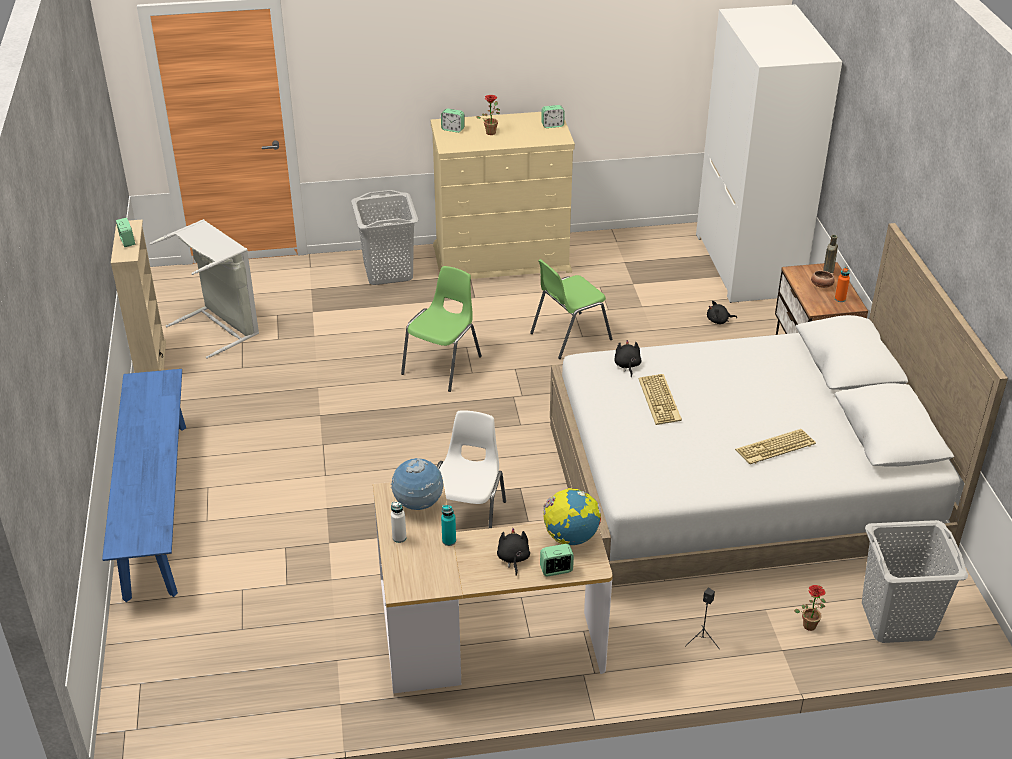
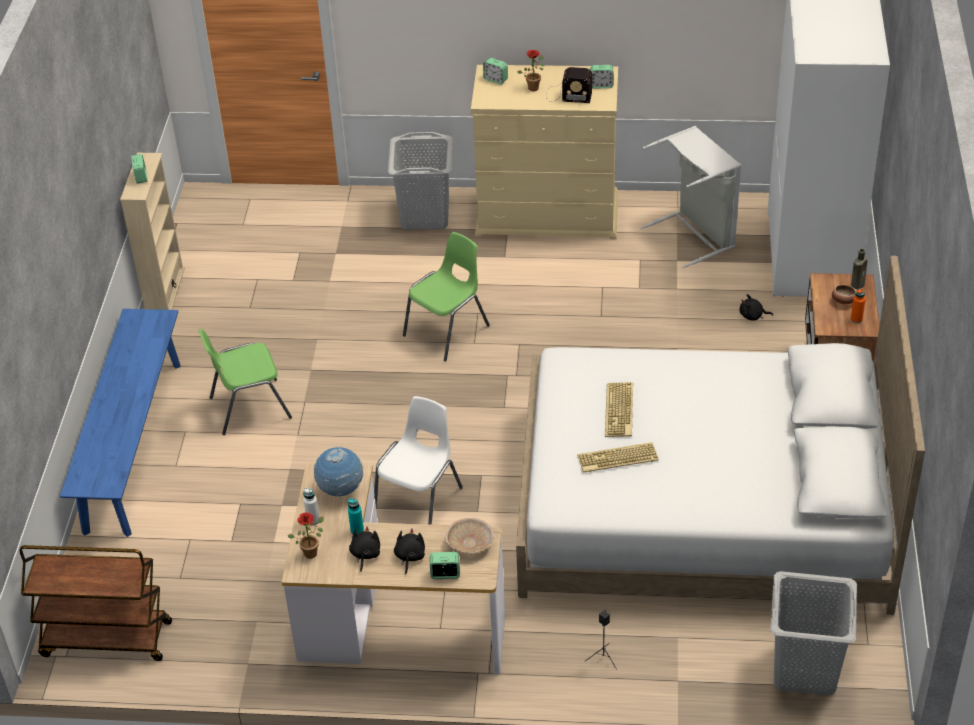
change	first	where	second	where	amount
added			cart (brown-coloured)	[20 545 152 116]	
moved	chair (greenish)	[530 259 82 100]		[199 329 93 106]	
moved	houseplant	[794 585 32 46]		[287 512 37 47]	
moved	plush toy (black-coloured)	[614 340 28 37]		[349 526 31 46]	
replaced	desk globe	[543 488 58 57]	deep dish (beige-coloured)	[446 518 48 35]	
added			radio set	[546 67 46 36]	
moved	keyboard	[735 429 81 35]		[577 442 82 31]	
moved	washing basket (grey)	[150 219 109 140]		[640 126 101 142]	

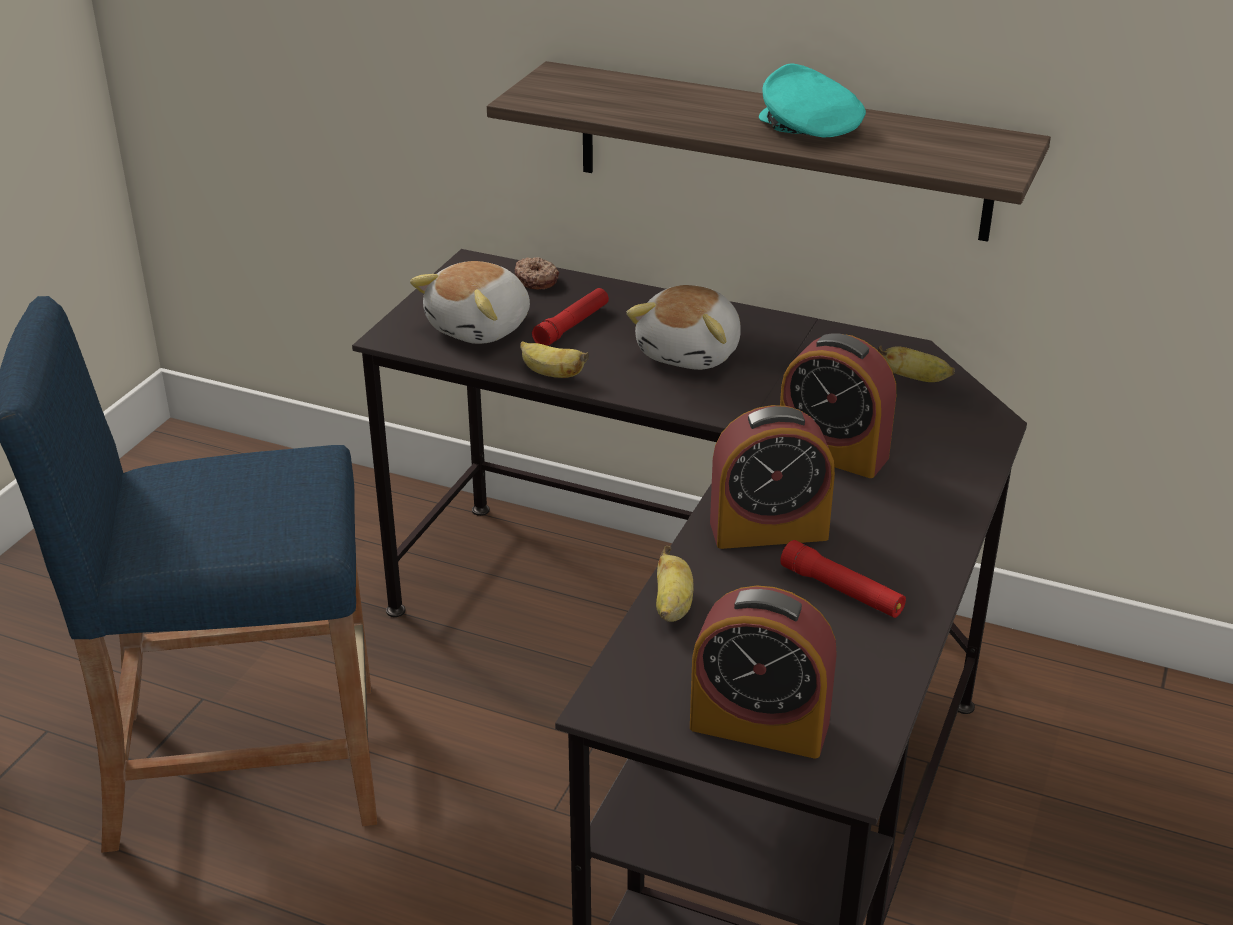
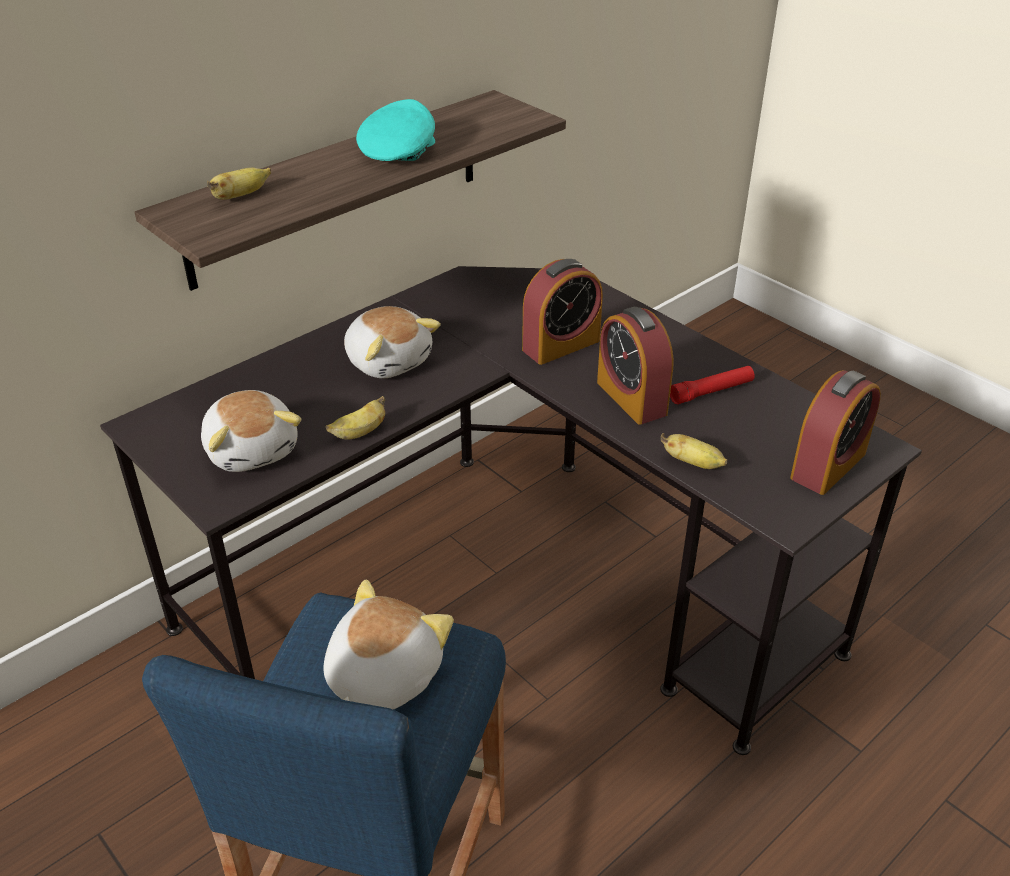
change	first	where	second	where	amount
moved	whole banana	[878 346 77 36]		[207 168 64 32]	
added			plush toy	[323 580 131 129]	
turned	cap (turquoise)	[759 64 107 73]		[356 99 79 62]	120 degrees clockwise
turned	alarm clock	[710 405 125 144]		[597 307 77 118]	135 degrees clockwise
removed	doughnut	[515 257 44 32]			
removed	hand torch (red-coloured)	[531 288 78 58]			

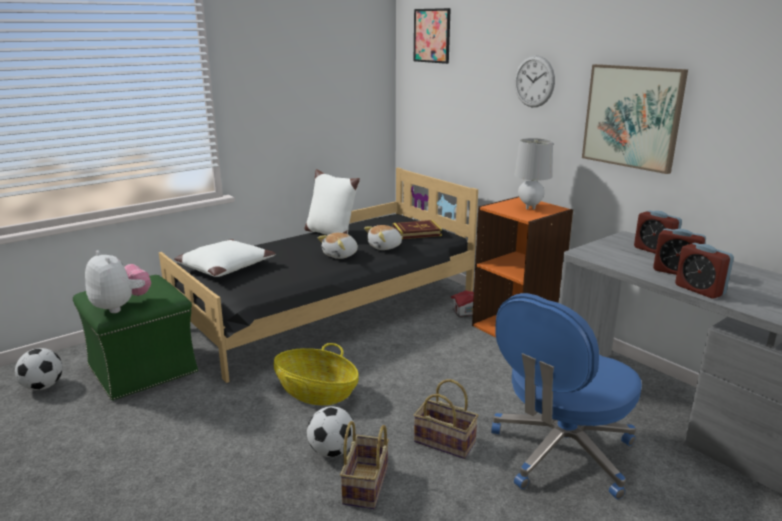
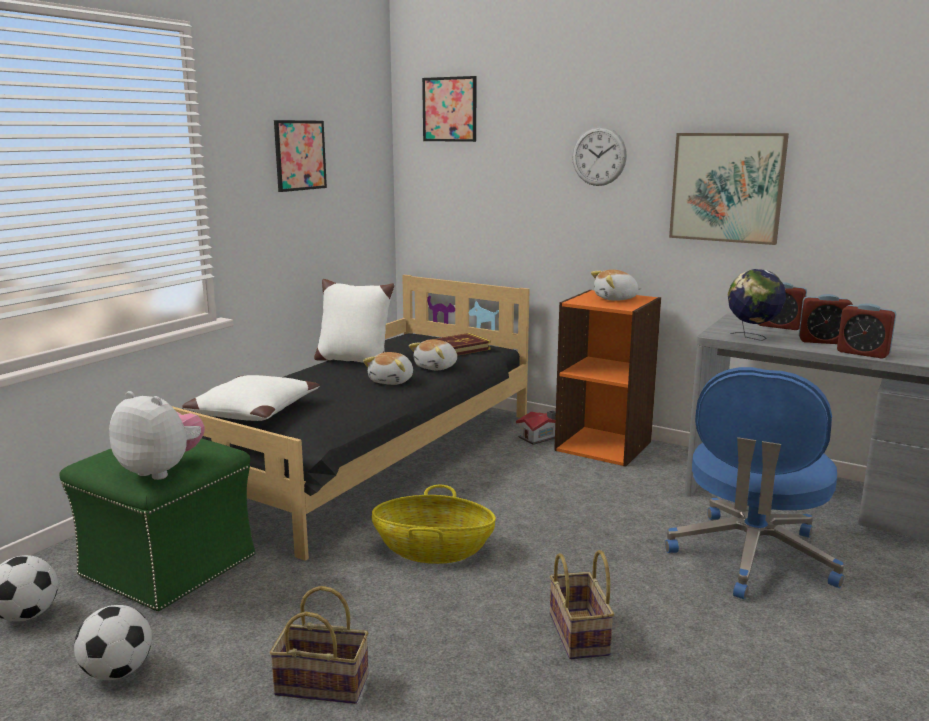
change	first	where	second	where	amount
moved	ball for football	[307 406 49 51]		[74 605 78 75]	
moved	household basket	[414 379 64 80]		[270 586 98 118]	
added			picture	[274 120 53 72]	
replaced	lamp for a table (grey)	[514 138 39 72]	plush toy	[591 270 51 31]	
added			desk globe	[728 269 58 72]	

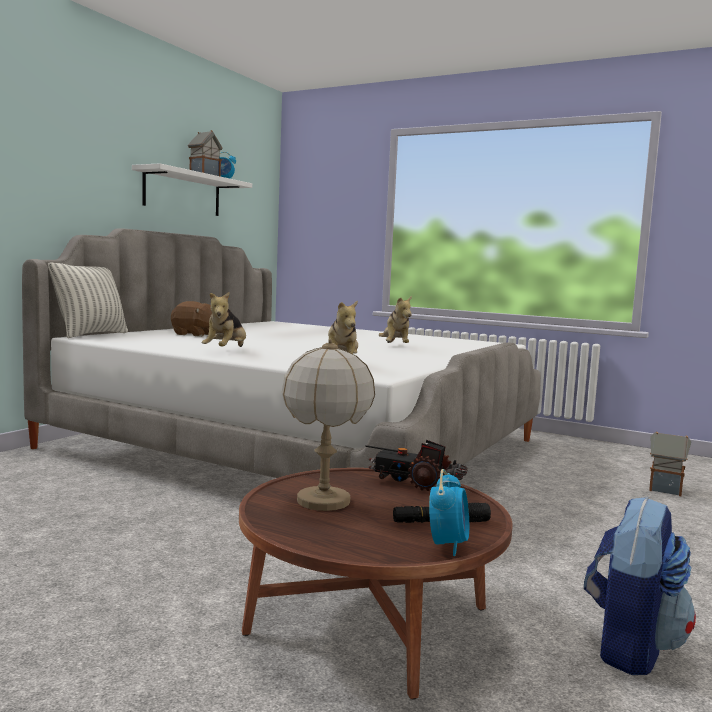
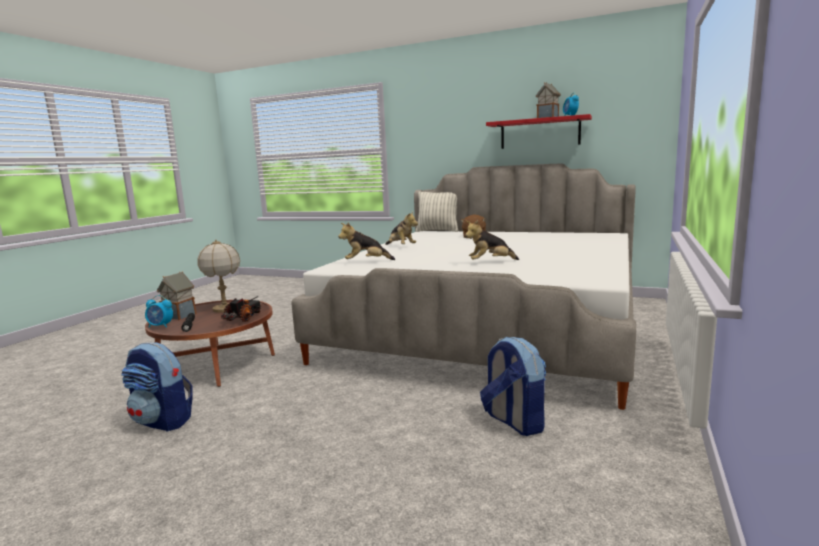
change	first	where	second	where	amount
moved	model house	[649 431 42 66]		[157 271 40 49]	
turned	plush toy	[202 292 44 55]		[385 212 33 33]	135 degrees counterclockwise
added			backpack	[480 336 66 100]	
recoloured	bracket shelf (whitish)	[132 163 120 53]	bracket shelf (red-coloured)	[486 114 106 35]	

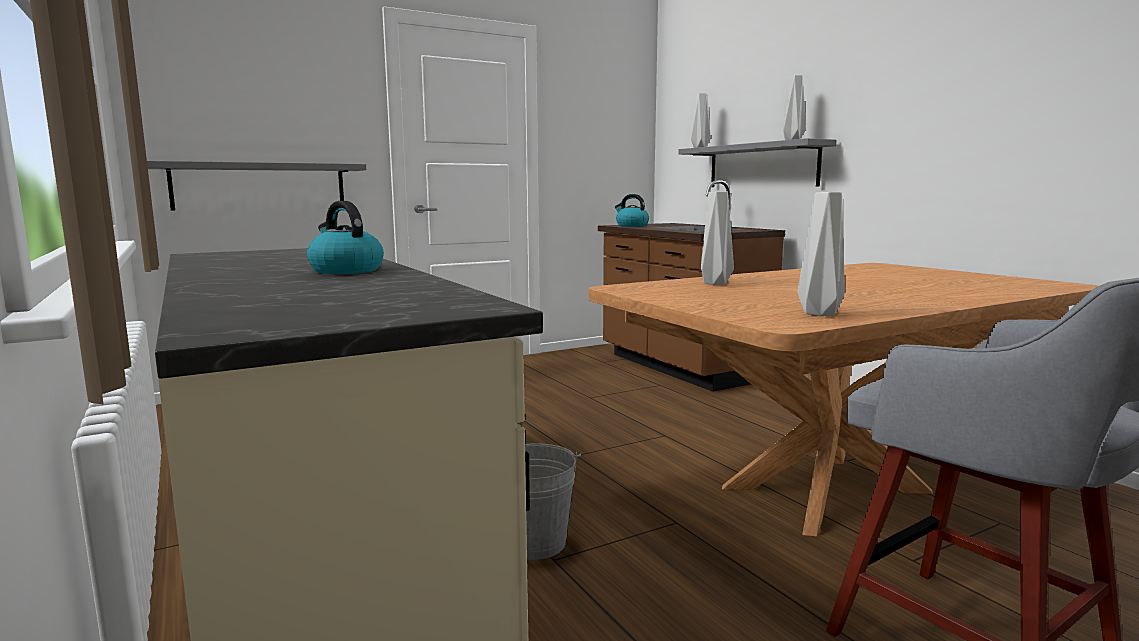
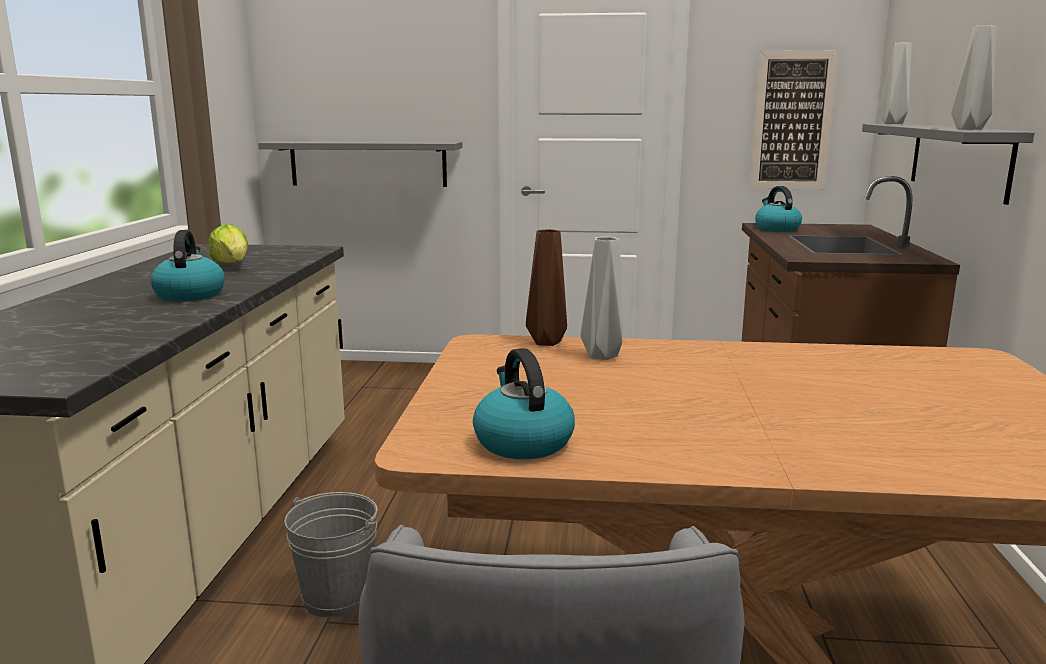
change	first	where	second	where	amount
added			head of lettuce	[209 224 39 39]	
replaced	vase (grey)	[798 192 47 124]	kettle	[473 348 102 111]	
added			vase (brown-coloured)	[526 229 41 117]	
added			picture	[749 50 90 139]	

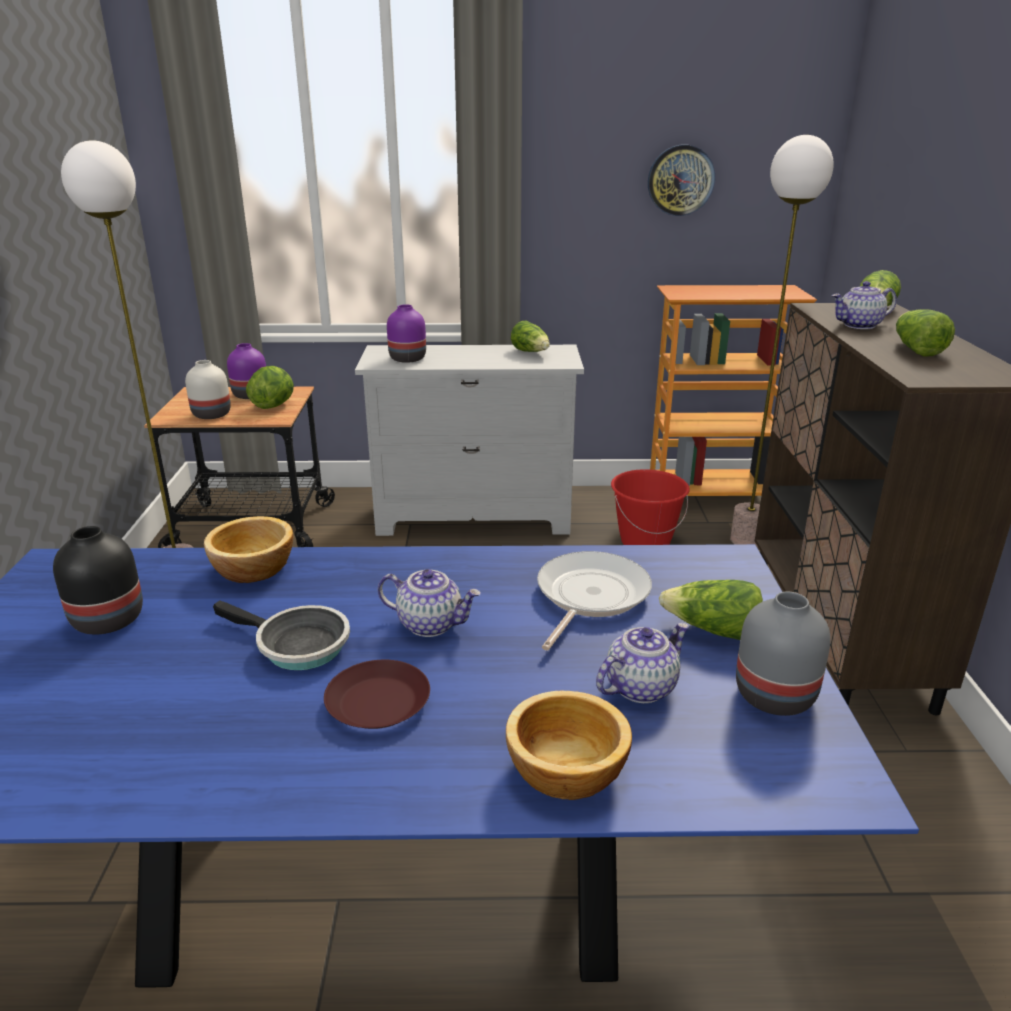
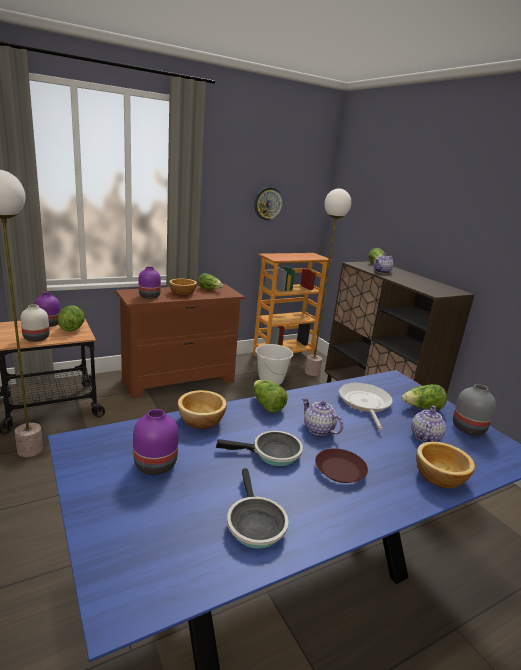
change	first	where	second	where	amount
recoloured	dresser (whitish)	[355 345 229 191]	dresser (brown-coloured)	[116 284 129 115]	
recoloured	vase (black-coloured)	[53 526 90 109]	vase (purple)	[133 409 45 66]	
added			deep dish	[169 278 28 18]	
added			pan	[227 468 61 81]	
moved	head of lettuce	[896 309 59 48]		[254 380 34 33]	
recoloured	bucket (red-coloured)	[611 469 79 76]	bucket (whitish)	[255 344 39 41]	
turned	tea pot	[378 569 103 68]		[302 397 41 39]	120 degrees counterclockwise

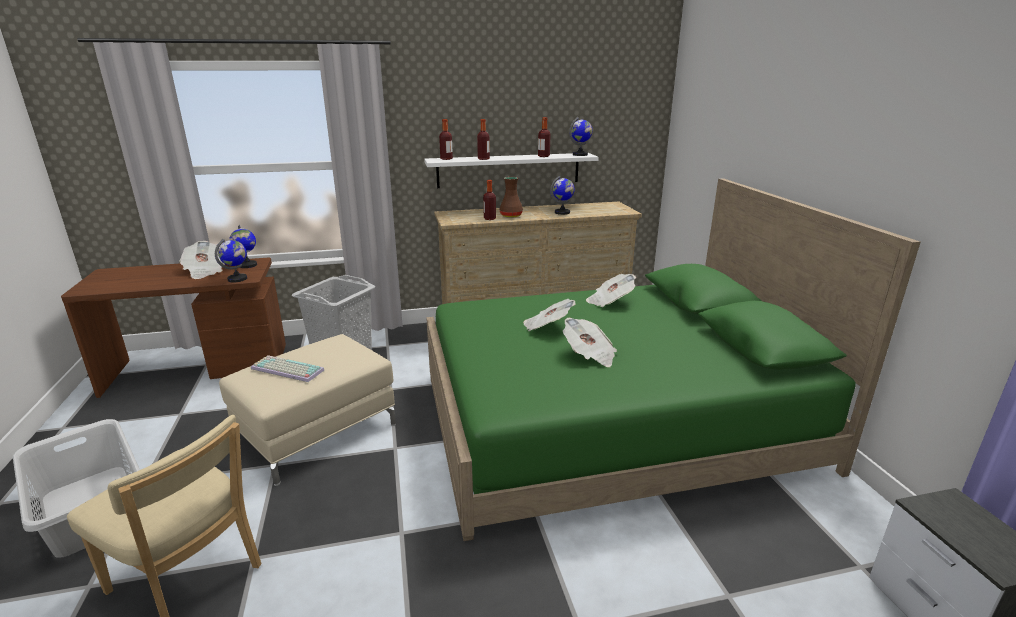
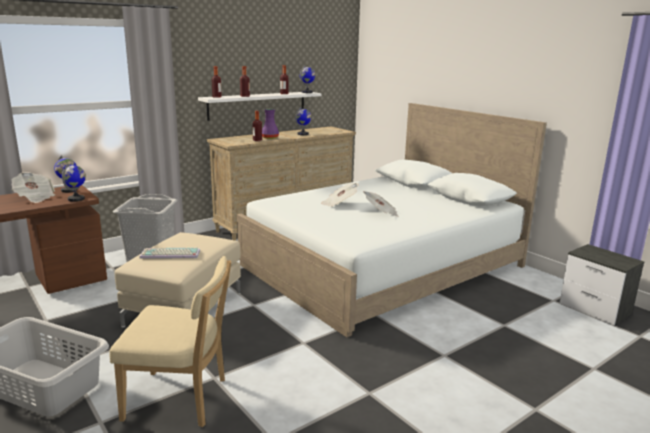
change	first	where	second	where	amount
recoloured	sleeping bed (greenish)	[426 178 494 363]	sleeping bed (whitish)	[237 103 310 234]	
recoloured	vase (brown-coloured)	[499 177 24 41]	vase (purple)	[262 109 17 30]	
removed	printed paper	[586 274 50 33]			

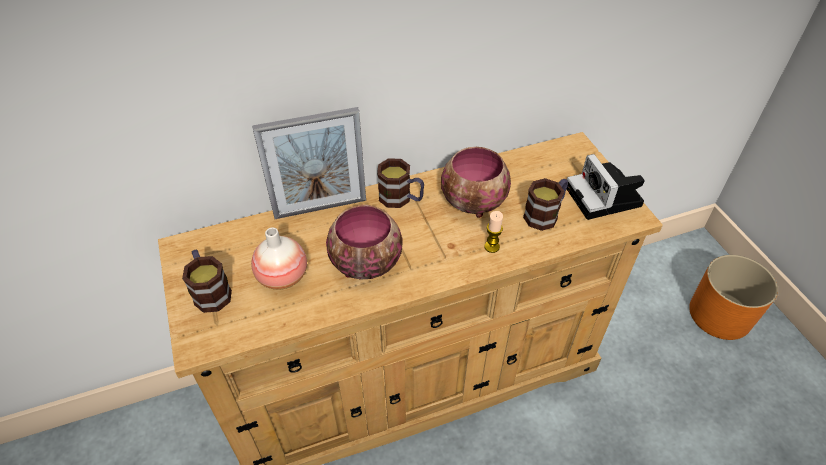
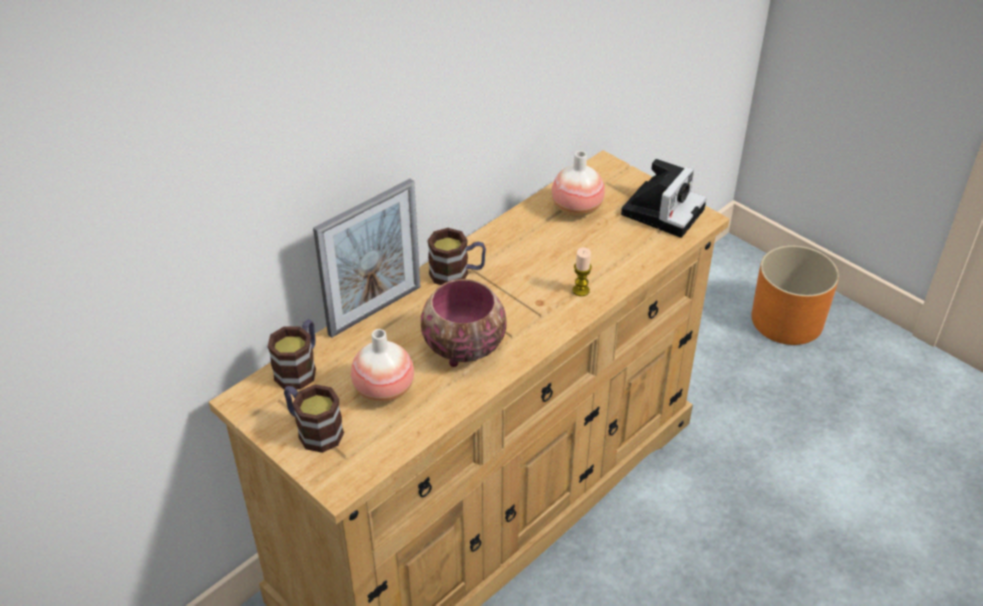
change	first	where	second	where	amount
moved	coffee mug	[523 178 45 53]		[267 319 49 71]	
added			vase	[552 151 53 66]	
turned	still camera	[567 154 78 66]		[621 159 86 79]	105 degrees counterclockwise
removed	deep dish	[441 147 70 71]			

